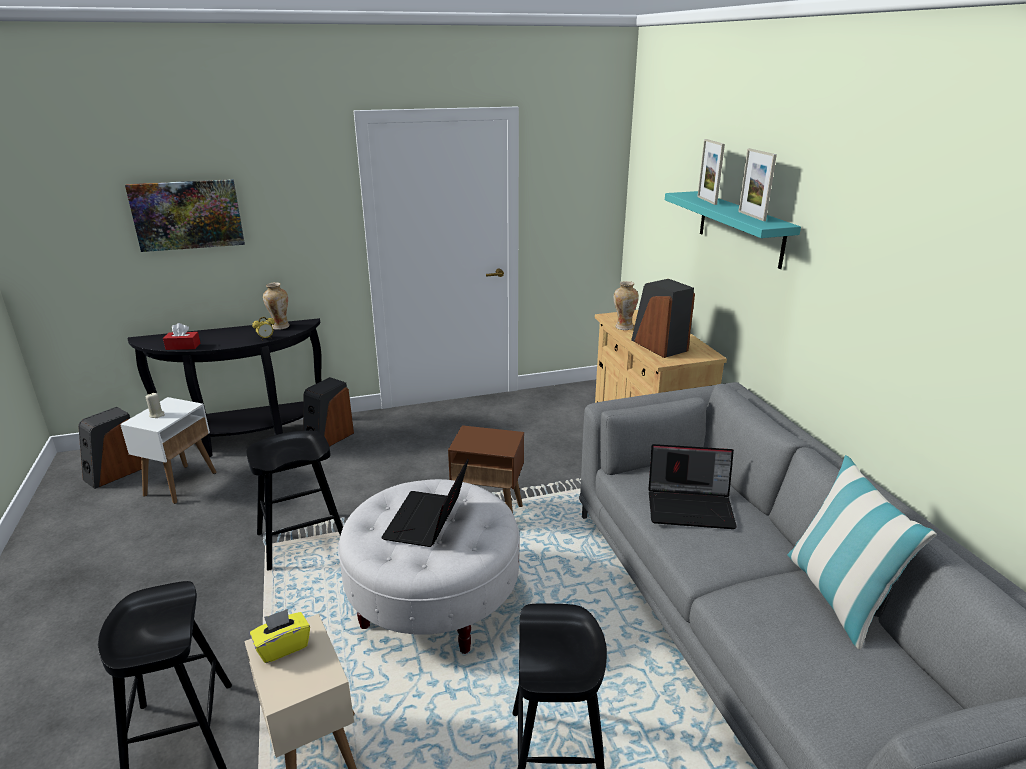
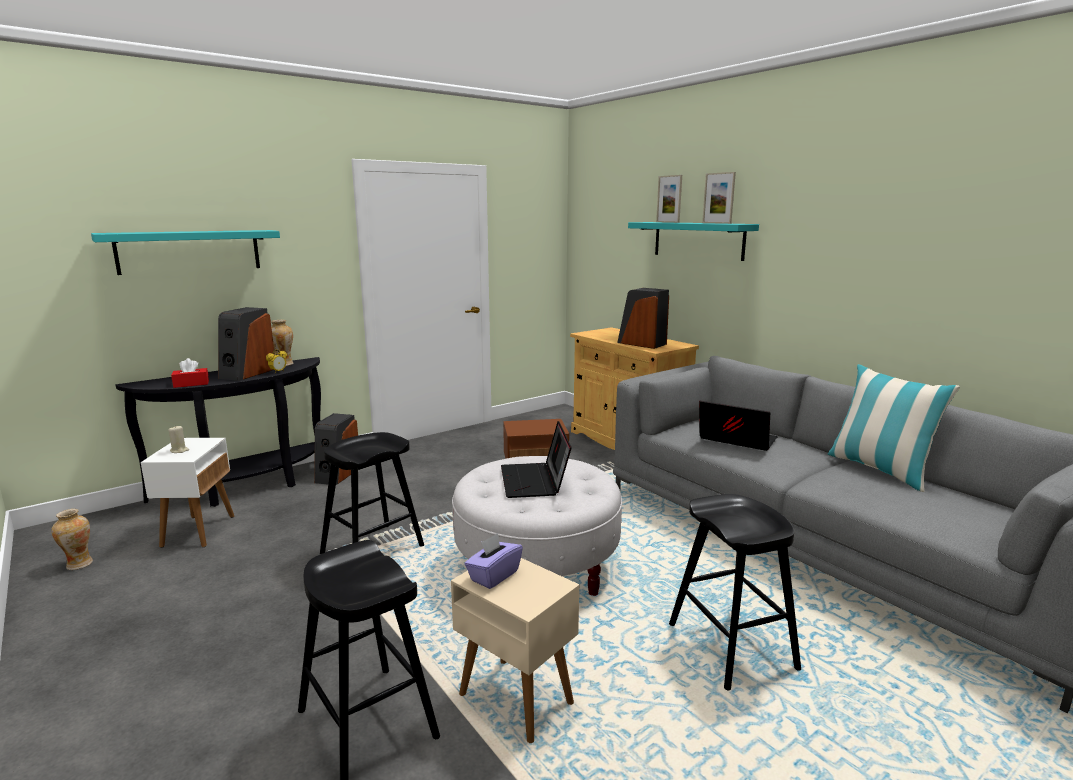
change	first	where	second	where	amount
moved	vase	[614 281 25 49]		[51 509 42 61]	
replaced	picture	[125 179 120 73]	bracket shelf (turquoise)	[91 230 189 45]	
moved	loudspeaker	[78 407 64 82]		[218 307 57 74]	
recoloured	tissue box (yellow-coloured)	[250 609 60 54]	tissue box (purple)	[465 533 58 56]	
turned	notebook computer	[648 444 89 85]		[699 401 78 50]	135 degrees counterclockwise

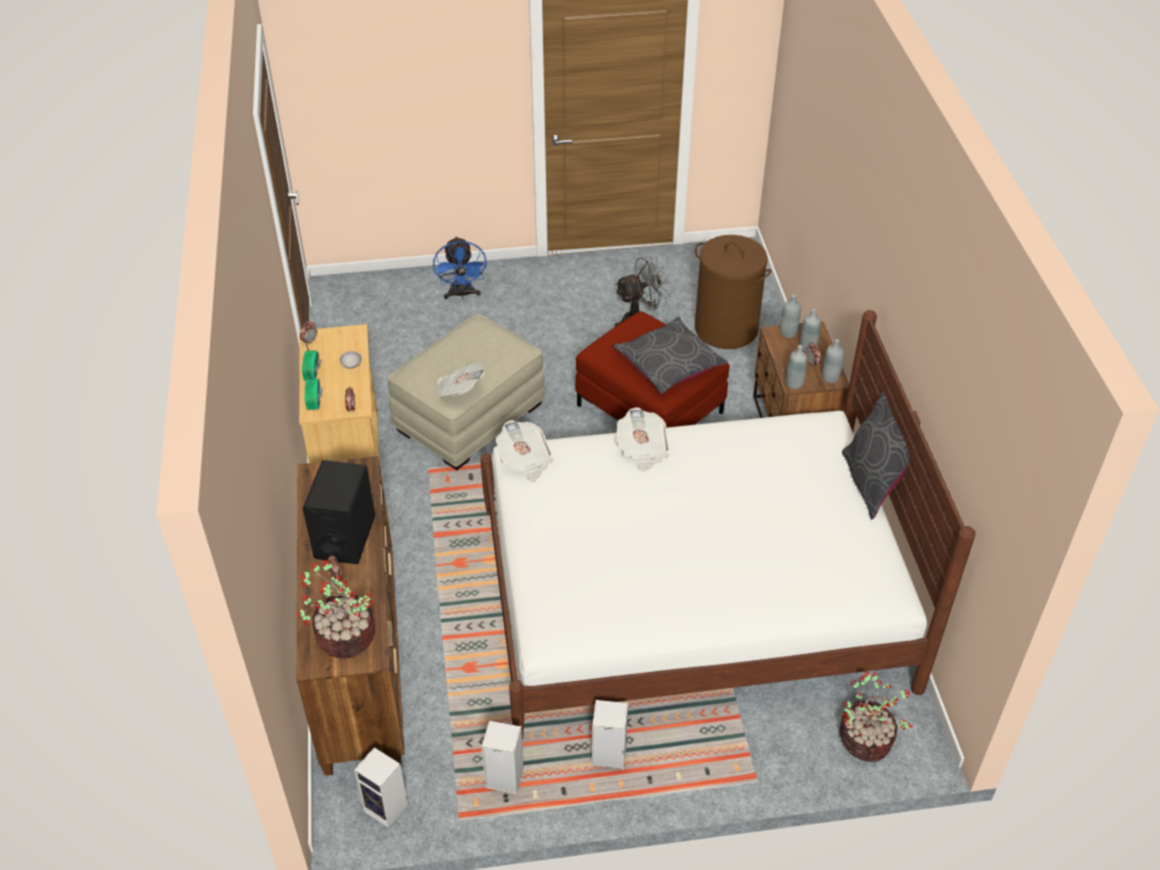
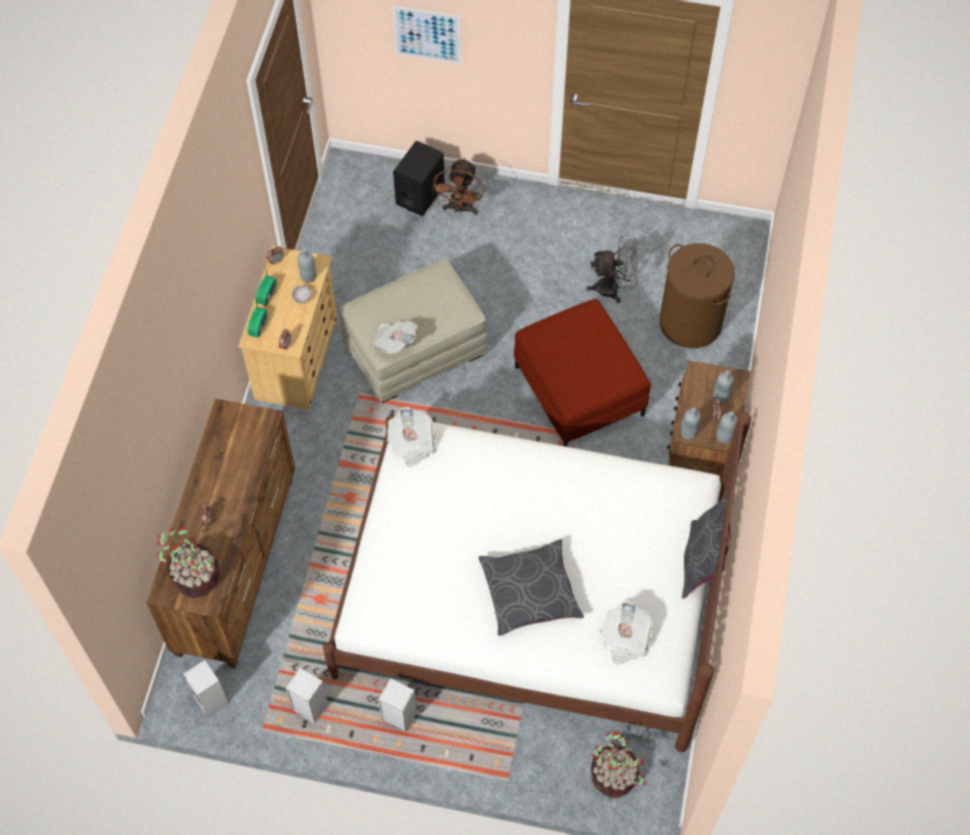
change	first	where	second	where	amount
moved	drink bottle (grey)	[780 294 21 44]		[298 248 18 35]	
added			picture	[392 6 69 58]	
moved	loudspeaker (black-coloured)	[303 460 72 104]		[393 141 52 75]	
recoloured	electric fan (blue)	[433 236 54 63]	electric fan (brown-coloured)	[432 157 53 58]	
moved	cushion (grey)	[613 317 115 77]		[479 539 105 97]	
moved	printed paper	[616 407 53 65]		[600 601 54 64]	

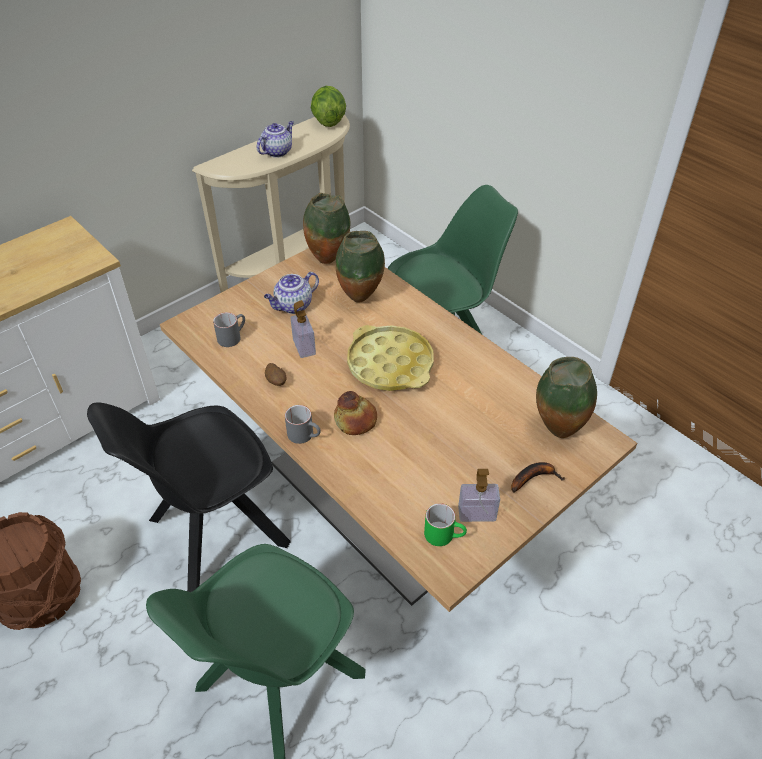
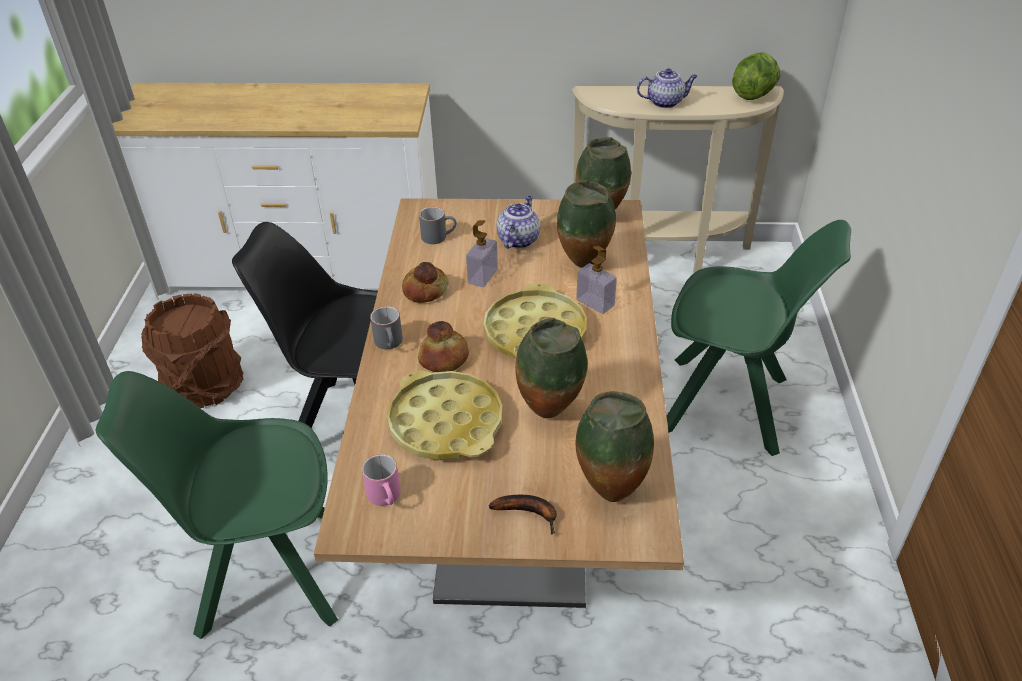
change	first	where	second	where	amount
recoloured	coffee mug (greenish)	[424 503 43 43]	coffee mug (pinkish)	[362 454 39 52]	
added			carrying tray (yellow-coloured)	[387 370 116 90]	
replaced	whole potato	[265 363 22 23]	bread	[402 262 46 41]	
turned	tea pot	[264 272 55 42]		[496 196 44 53]	105 degrees clockwise
added			vase	[515 318 73 100]	
moved	soap bottle	[458 469 42 53]		[576 246 41 68]	

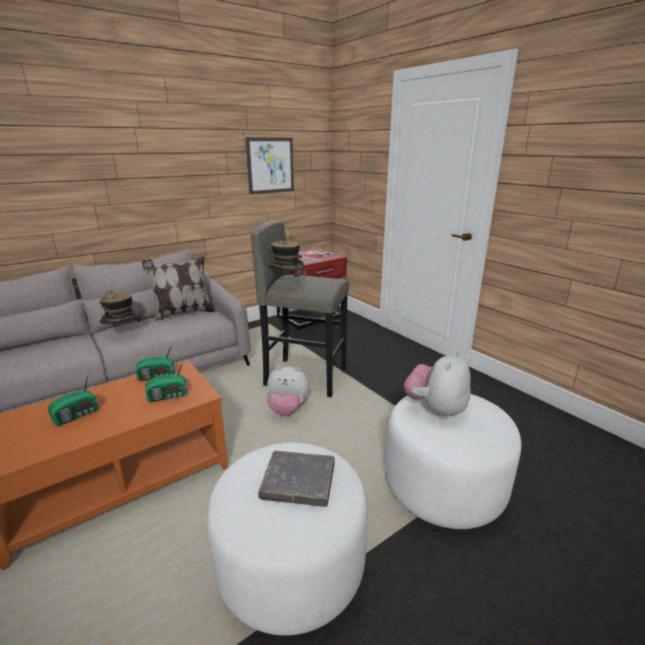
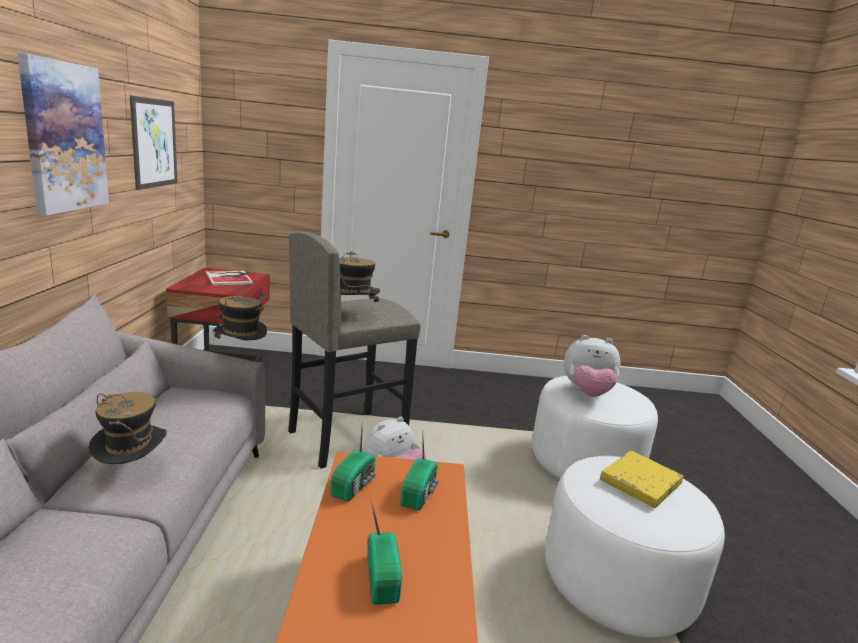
change	first	where	second	where	amount
added			picture	[17 53 92 163]	
added			wearable hat	[213 296 54 57]	
turned	plush toy	[404 351 67 68]		[564 335 56 62]	60 degrees counterclockwise
recoloured	volume (grey)	[258 451 77 56]	volume (yellow-coloured)	[600 451 84 57]	
removed	cushion	[142 256 73 65]			

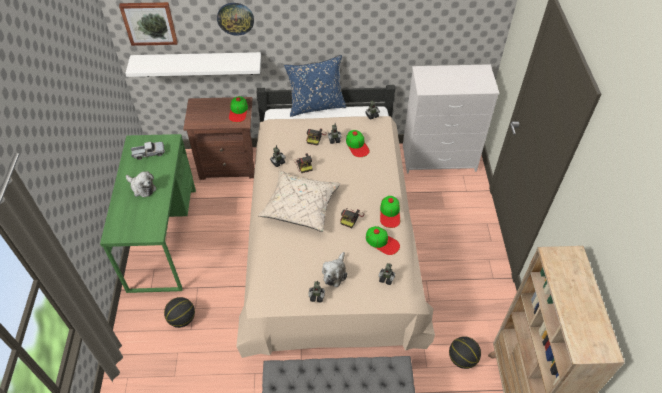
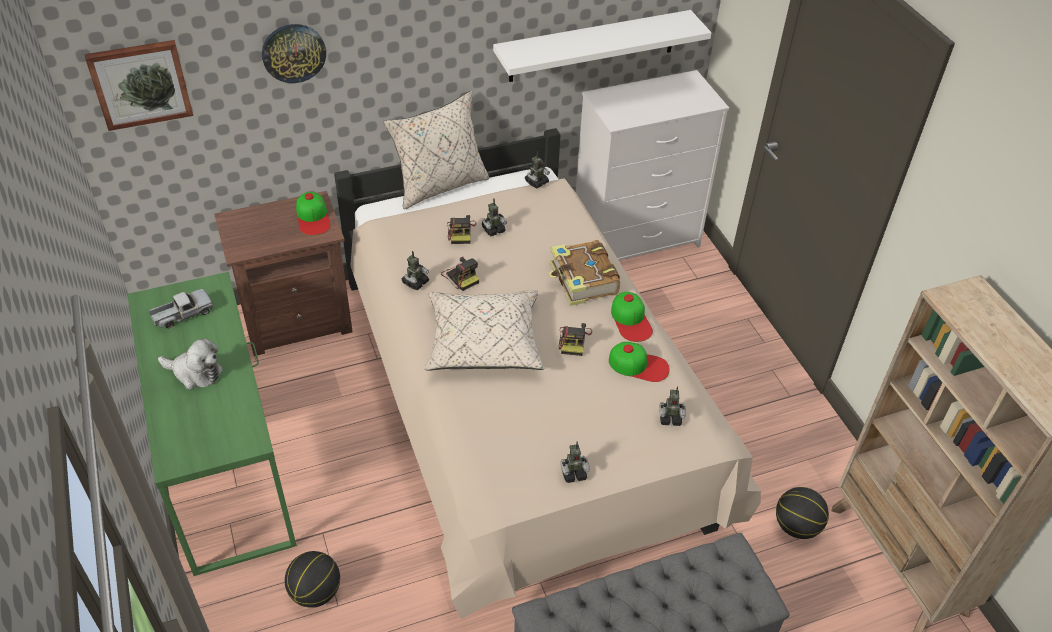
change	first	where	second	where	amount
recoloured	cushion (blue)	[284 55 62 62]	cushion (beige-coloured)	[384 91 105 119]	
moved	bracket shelf (whitish)	[125 52 136 25]		[493 10 219 72]	
added			volume	[549 240 71 66]	
removed	plush toy	[322 252 25 35]			
removed	cap	[346 130 24 27]			

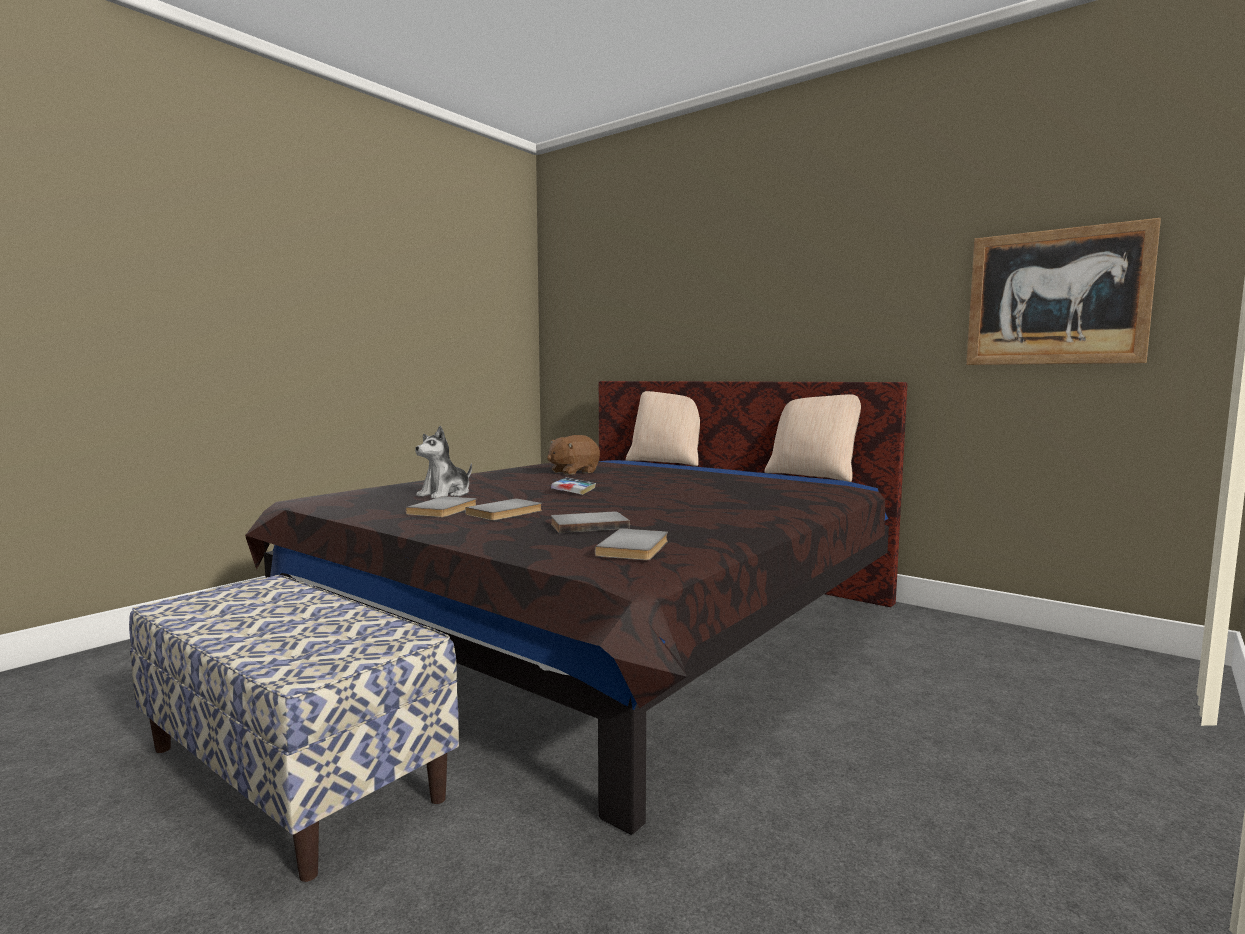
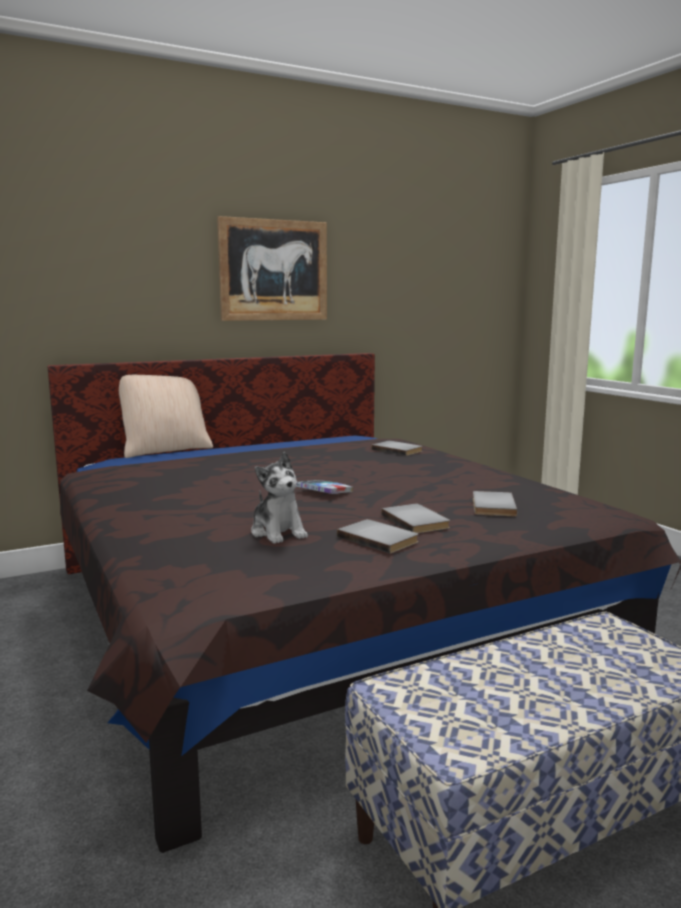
change	first	where	second	where	amount
moved	picture	[966 218 195 147]		[217 216 110 105]	
moved	volume (grey)	[595 529 73 31]		[371 441 52 15]	
removed	plush toy (brown-coloured)	[547 435 53 40]			
removed	cushion (beige-coloured)	[764 395 97 87]			

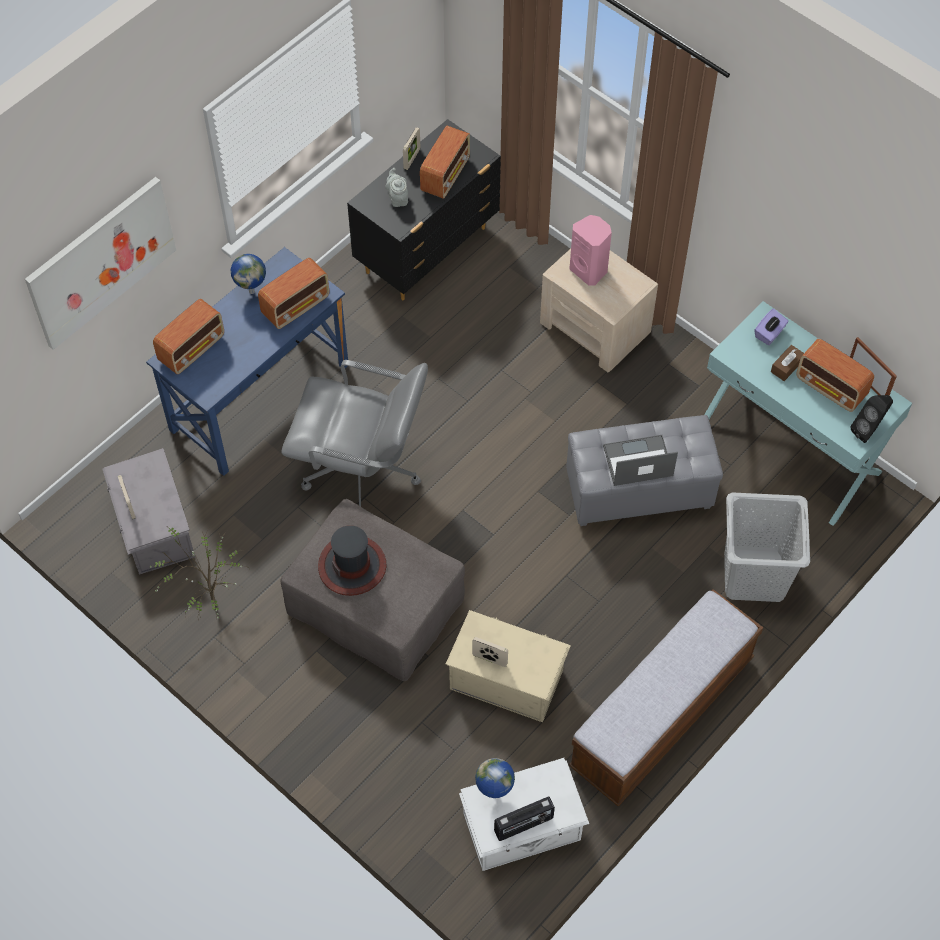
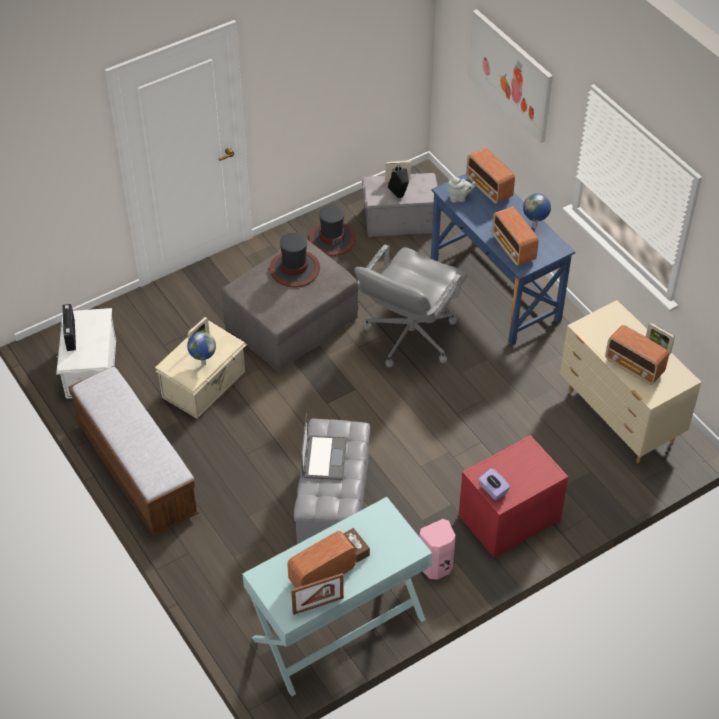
change	first	where	second	where	amount
moved	desk globe	[475 758 40 40]		[187 332 29 34]	
replaced	houseplant	[149 527 102 94]	wearable hat	[309 205 47 51]	
moved	loudspeaker (black-coloured)	[850 395 43 48]		[388 168 21 30]	
moved	loudspeaker (pinkish)	[569 215 43 71]		[420 519 36 61]	
moved	tea pot (grey)	[385 168 23 39]		[448 178 28 24]	
recoloured	nightstand (beige-coloured)	[540 249 118 123]	nightstand (red-coloured)	[459 435 109 123]	
moved	tissue box (purple)	[755 309 34 36]		[478 468 32 32]	
recoloured	dresser (black-coloured)	[347 119 154 181]	dresser (beige-coloured)	[560 300 141 163]	
removed	washing basket (grey)	[724 492 86 110]			

